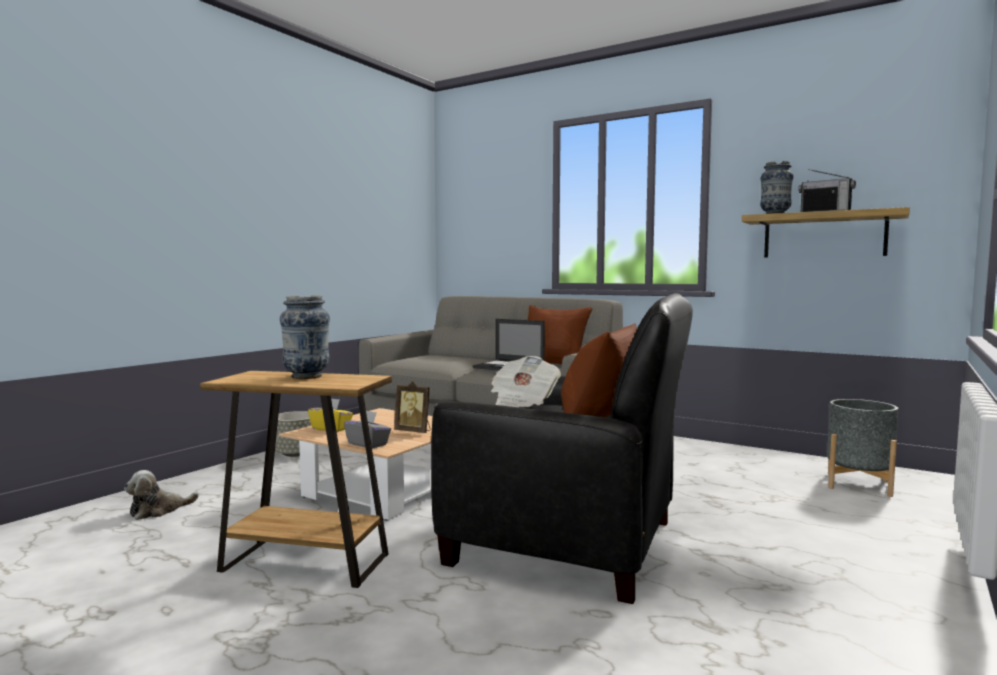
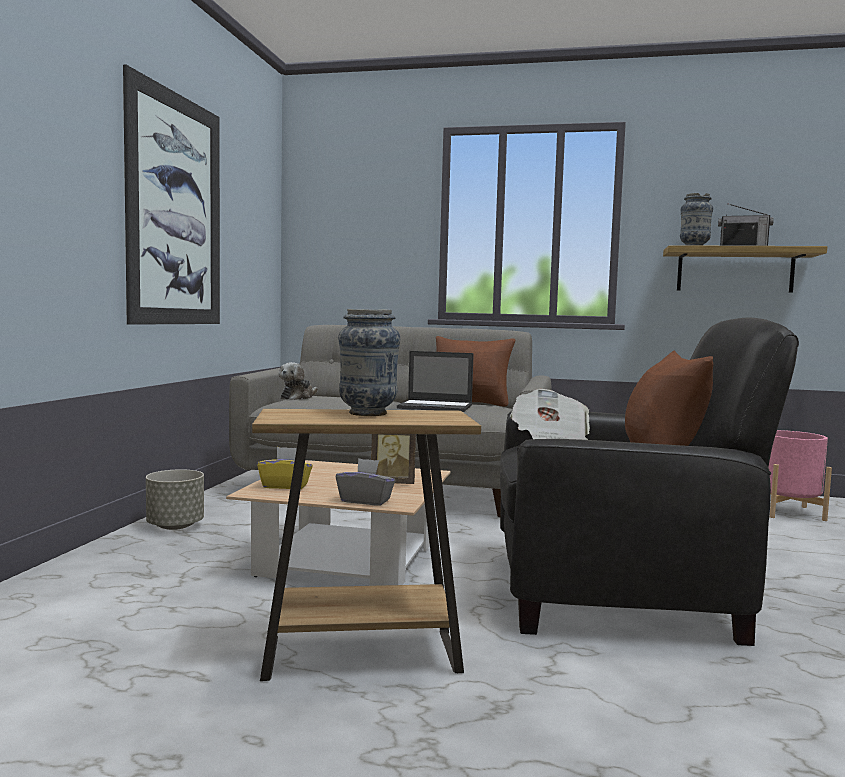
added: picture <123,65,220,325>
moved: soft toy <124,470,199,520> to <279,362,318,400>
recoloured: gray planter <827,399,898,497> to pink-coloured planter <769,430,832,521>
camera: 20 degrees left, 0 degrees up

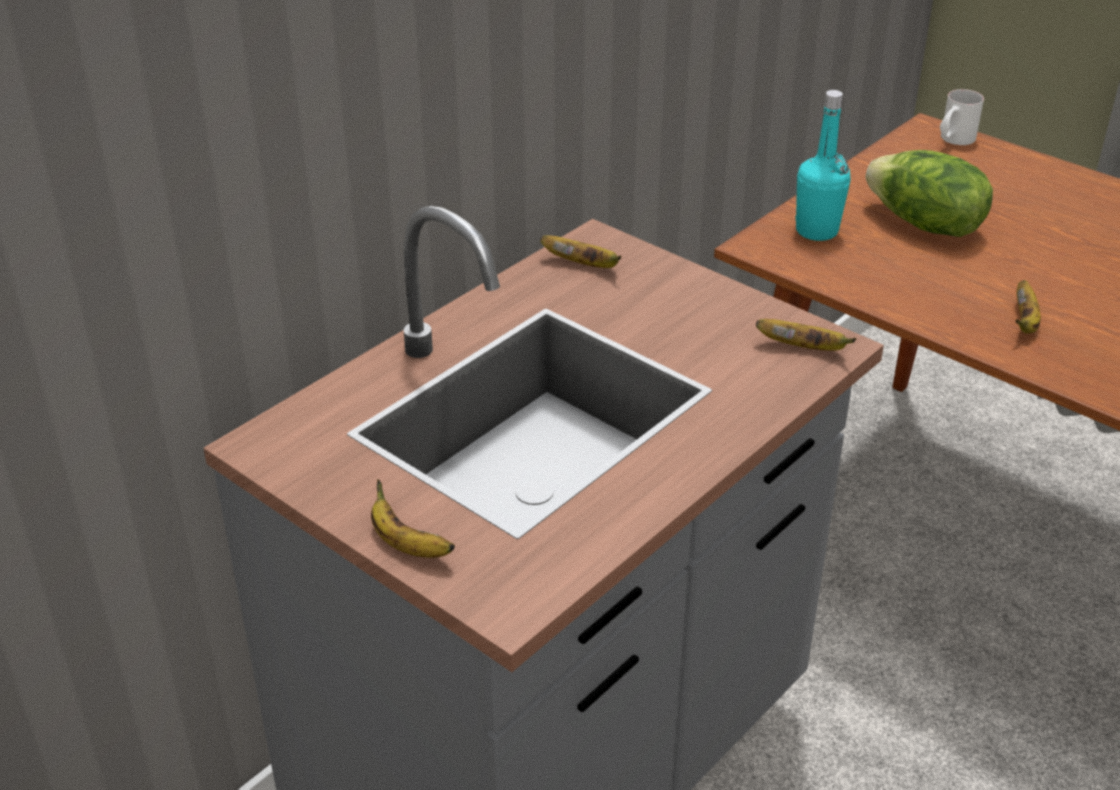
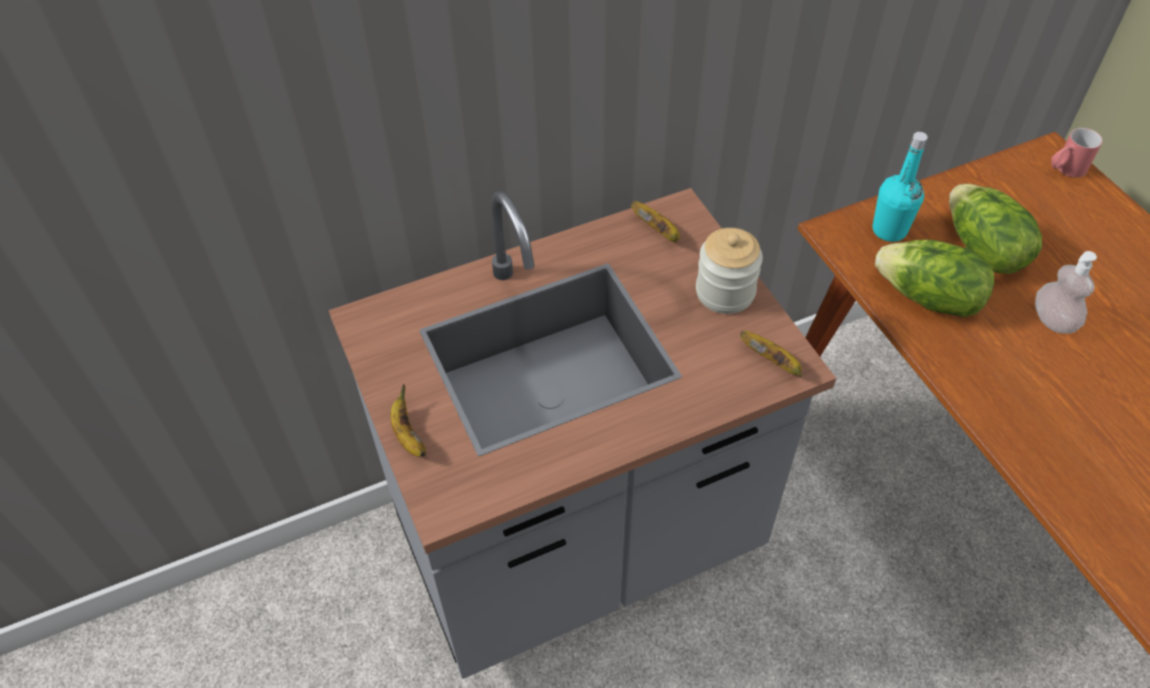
removed: banana <1016,280,1041,334>
added: preserve jar <696,228,763,314>; lettuce head <875,240,994,317>; soap bottle <1035,251,1097,334>
recoloured: whitish coffee mug <940,89,984,145> to reddish coffee mug <1051,128,1103,177>
camera: 25 degrees right, 15 degrees up

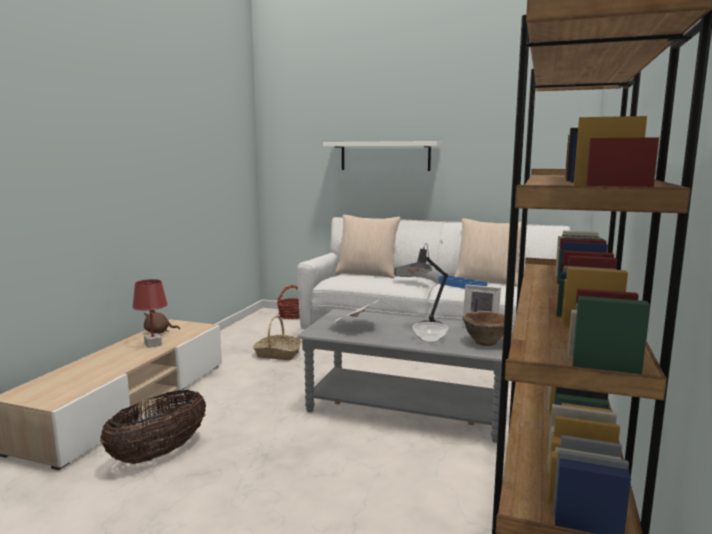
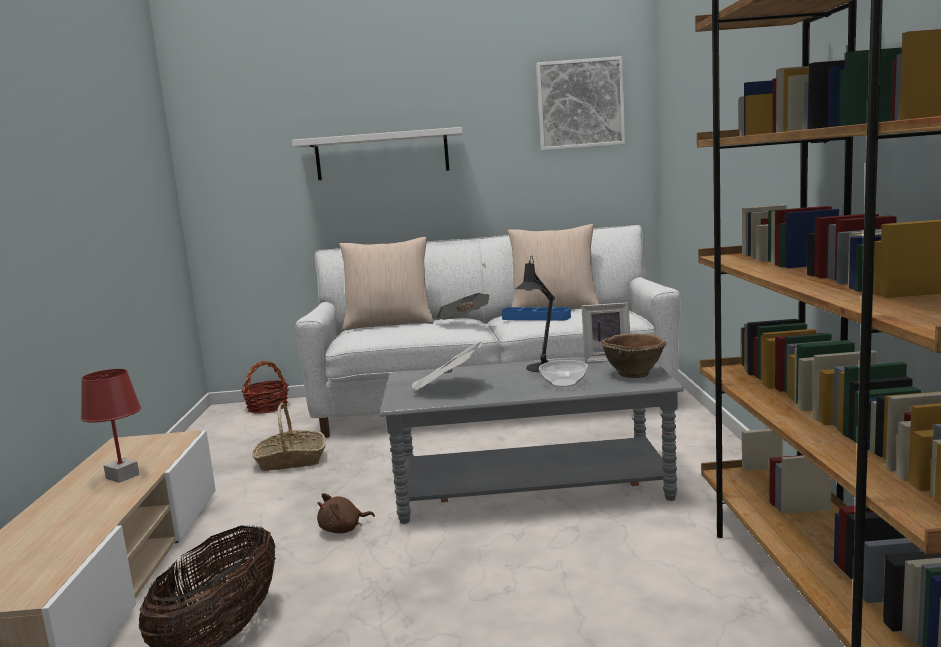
added: picture <536,56,625,151>
moved: brown soft toy <144,310,180,334> to <317,493,375,533>
camera: 20 degrees left, 0 degrees up

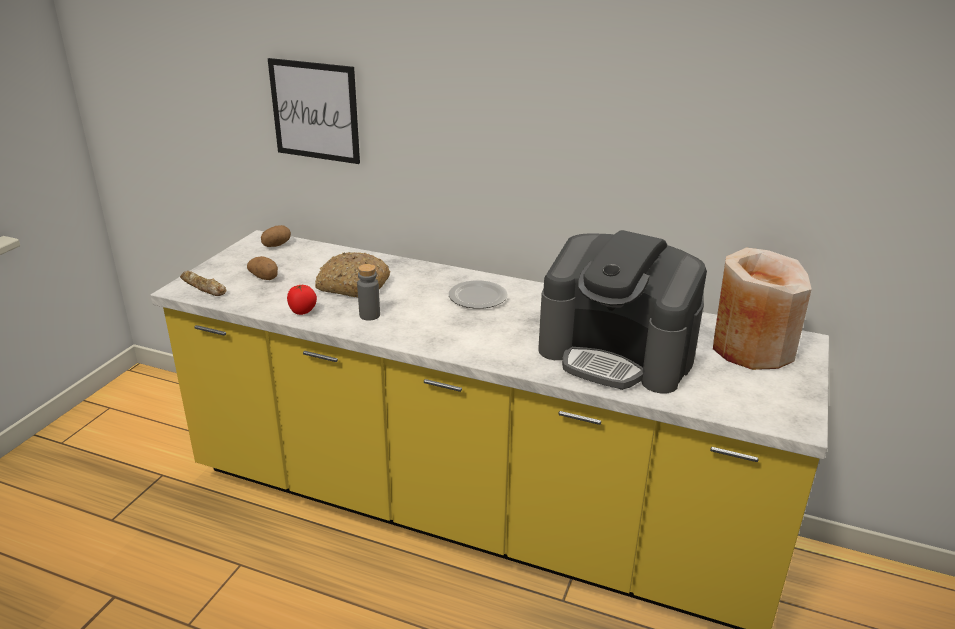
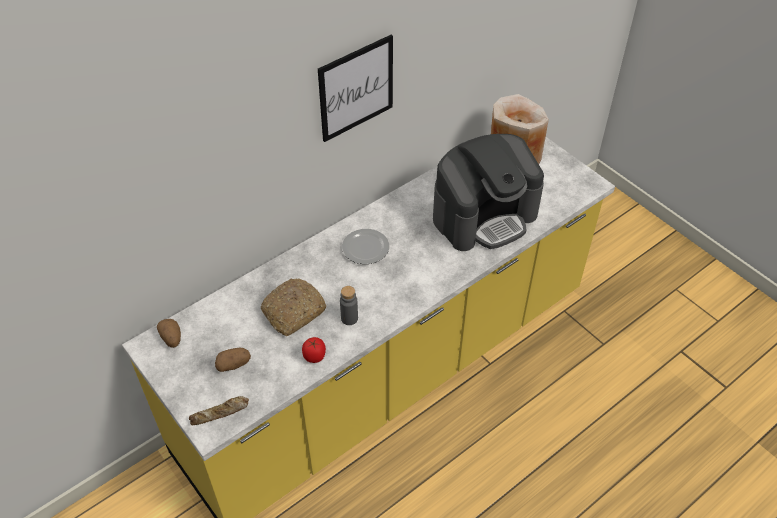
moved: picture <268,58,360,164> to <318,35,393,142>
camera: 60 degrees left, 20 degrees up

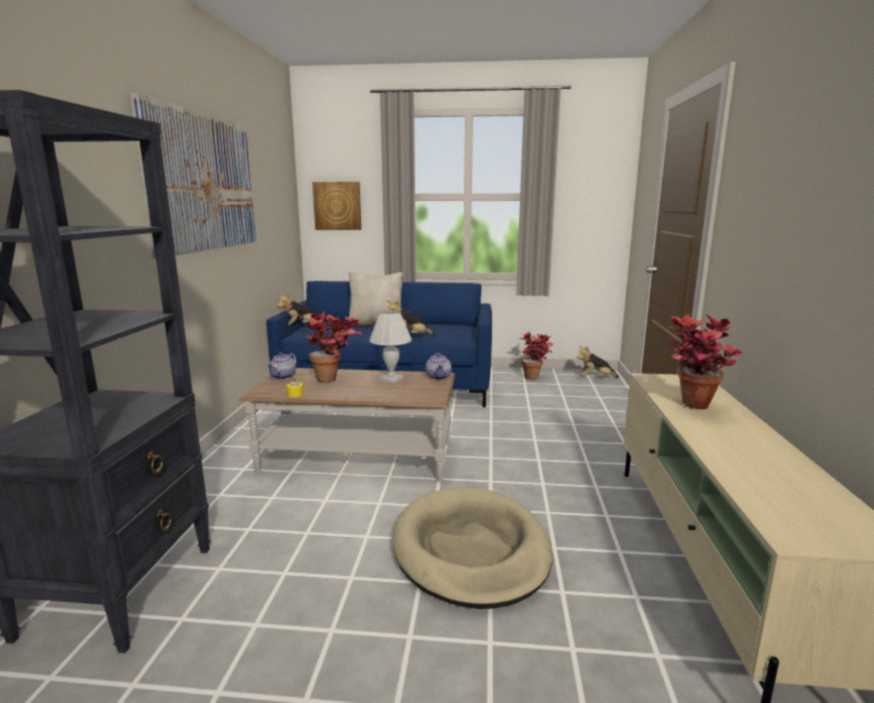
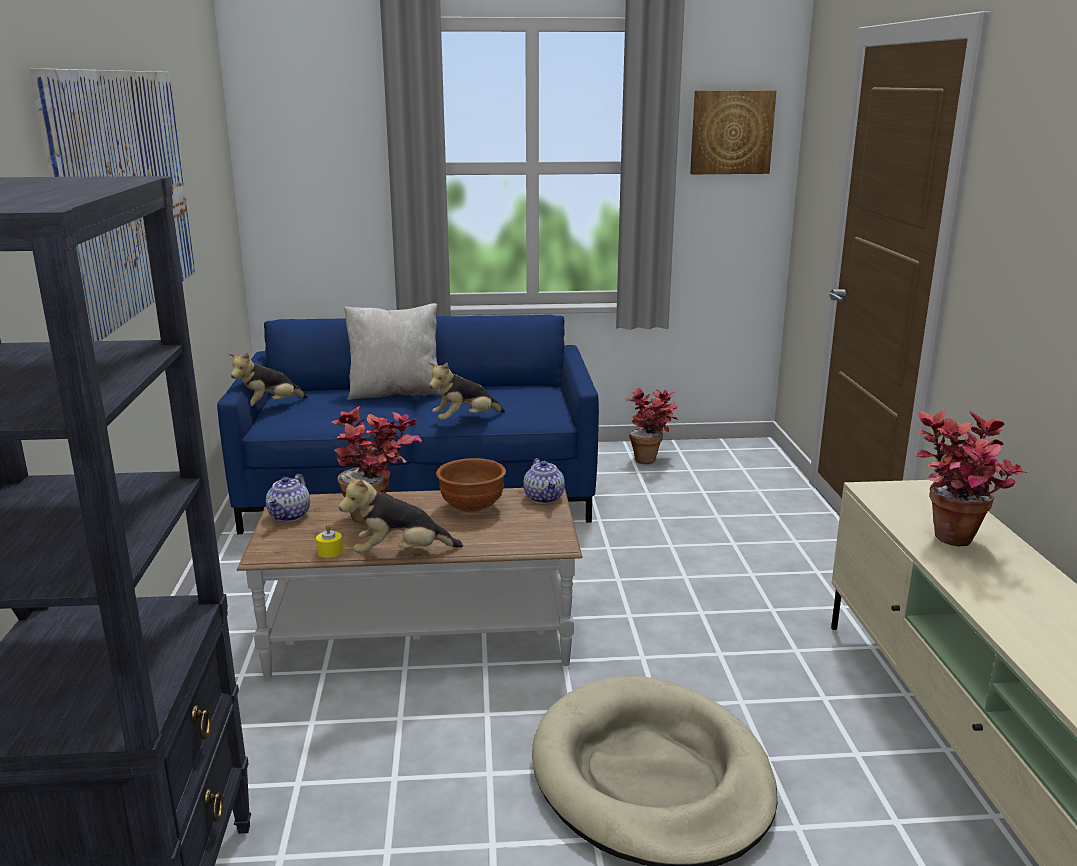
moved: picture <312,182,361,230> to <690,90,776,174>; soft toy <577,346,619,378> to <339,474,463,553>
replaced: whitish tabletop lamp <369,310,412,383> to brown deep dish <436,458,506,513>
camera: 10 degrees left, 5 degrees up

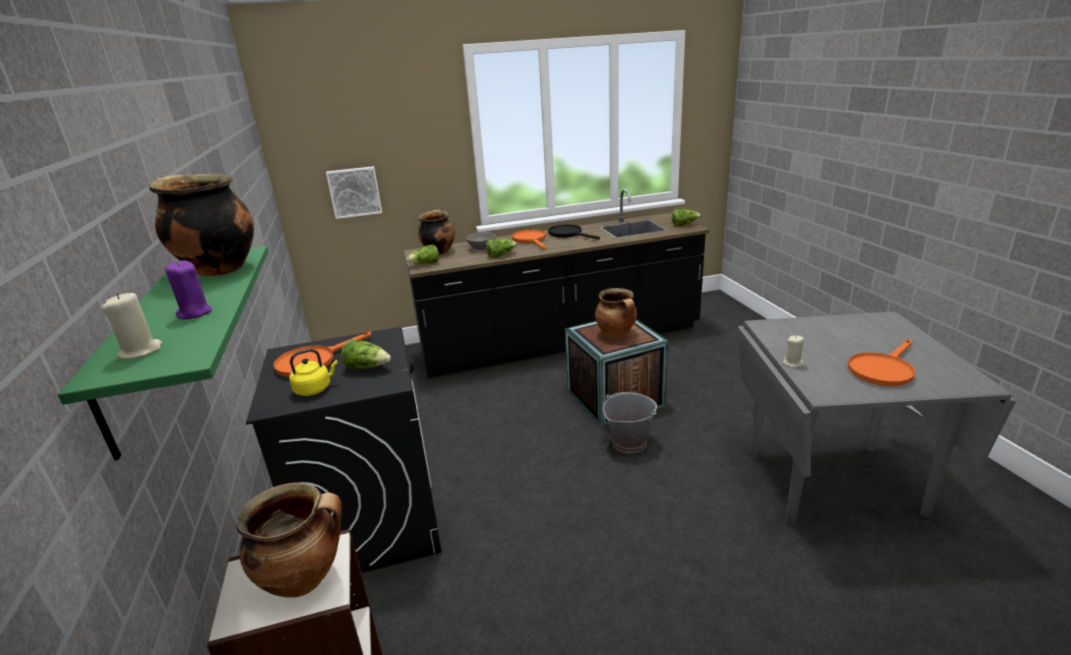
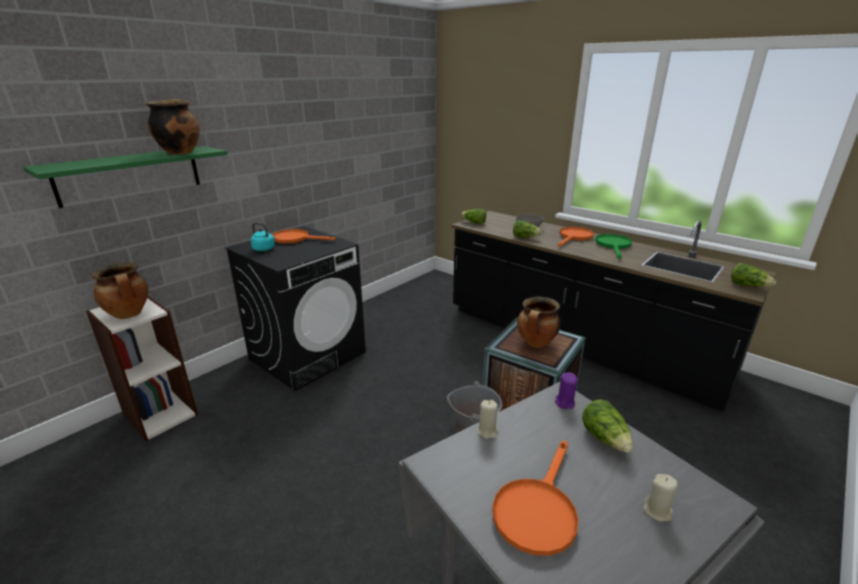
removed: picture <326,166,382,219>; saucepot <418,210,455,255>
moved: beige wax light <102,293,162,359> to <643,474,678,522>; purplish wax light <165,260,212,319> to <555,372,577,409>; lettuce head <341,340,391,369> to <582,399,633,453>
recoloured: yellow-coloured tea kettle <289,349,338,396> to turquoise tea kettle <250,222,275,251>; blackish pan <548,224,600,240> to greenish pan <595,234,632,259>
turned: orangey pan <848,339,916,386> = <492,441,579,556> 75 degrees counterclockwise
camera: 55 degrees right, 0 degrees up

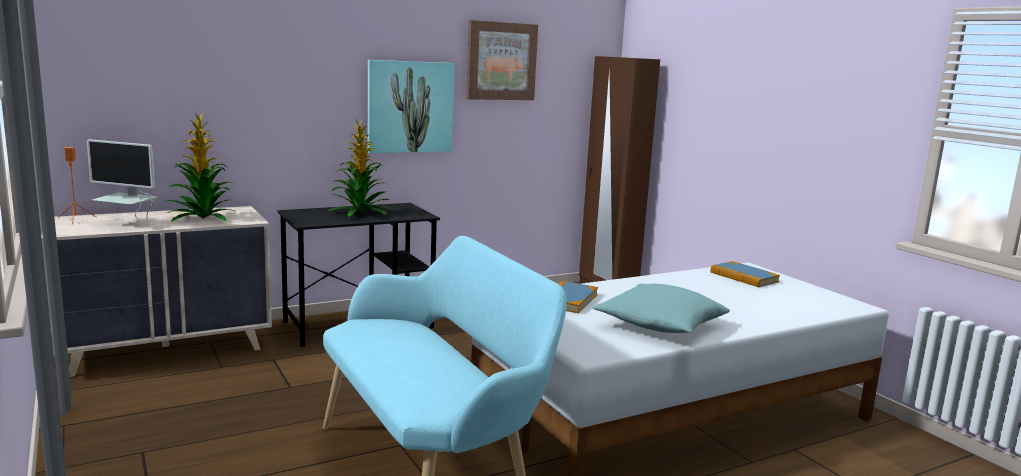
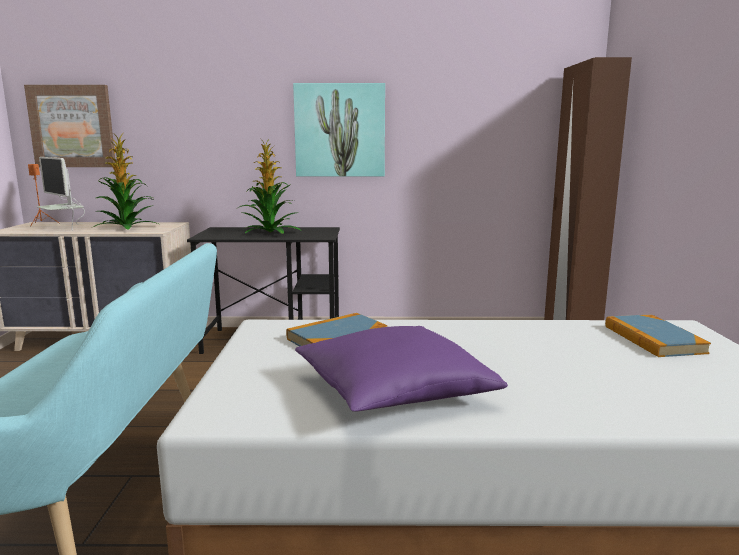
moved: picture <466,20,538,100> to <24,85,115,167>
recoloured: turquoise throw pillow <593,283,730,333> to purplish throw pillow <295,326,508,411>
camera: 30 degrees right, 0 degrees up

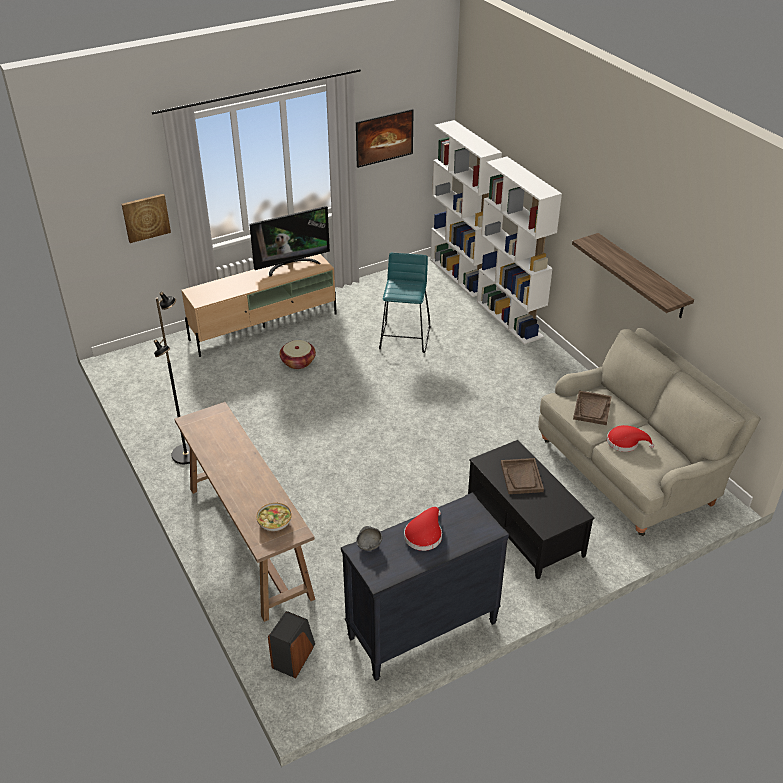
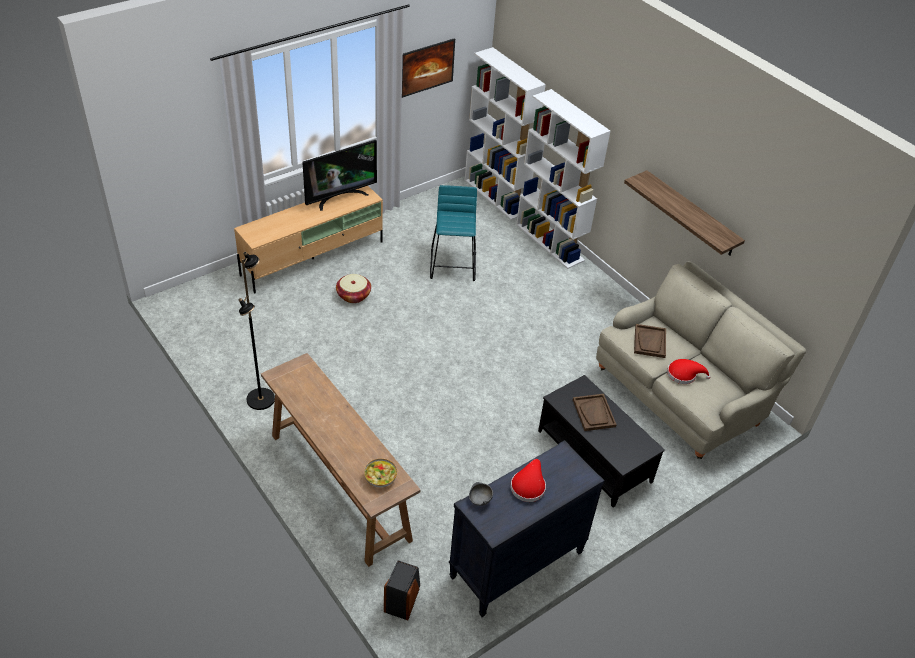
removed: picture <122,194,171,243>
camera: 10 degrees left, 5 degrees up

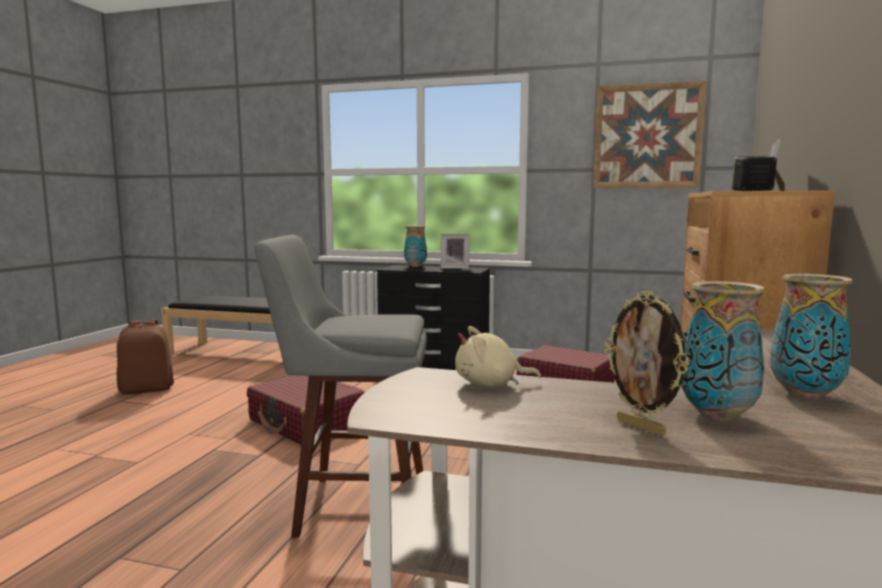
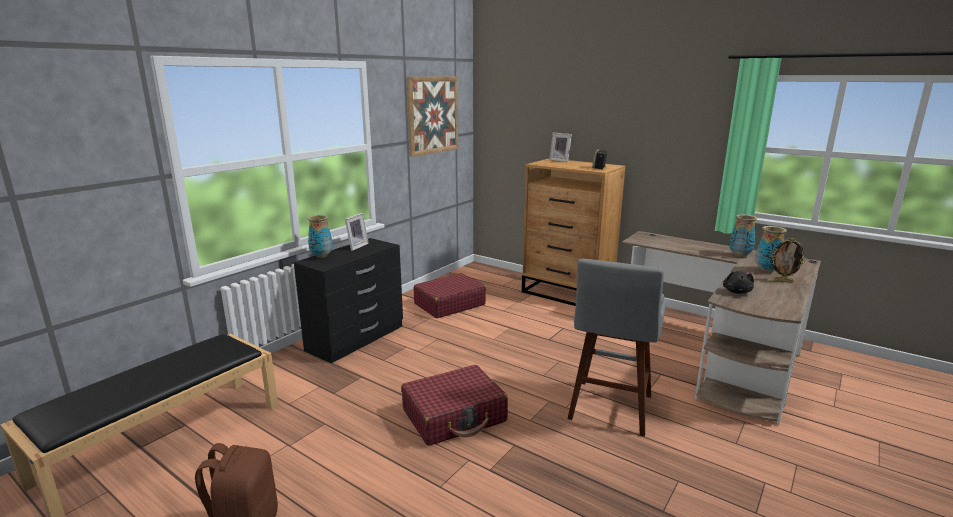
recoloured: beige soft toy <455,326,541,387> to blackish soft toy <723,271,754,294>
turned: picture frame <604,291,689,435> = <771,238,806,283> 45 degrees clockwise
camera: 70 degrees left, 10 degrees up

